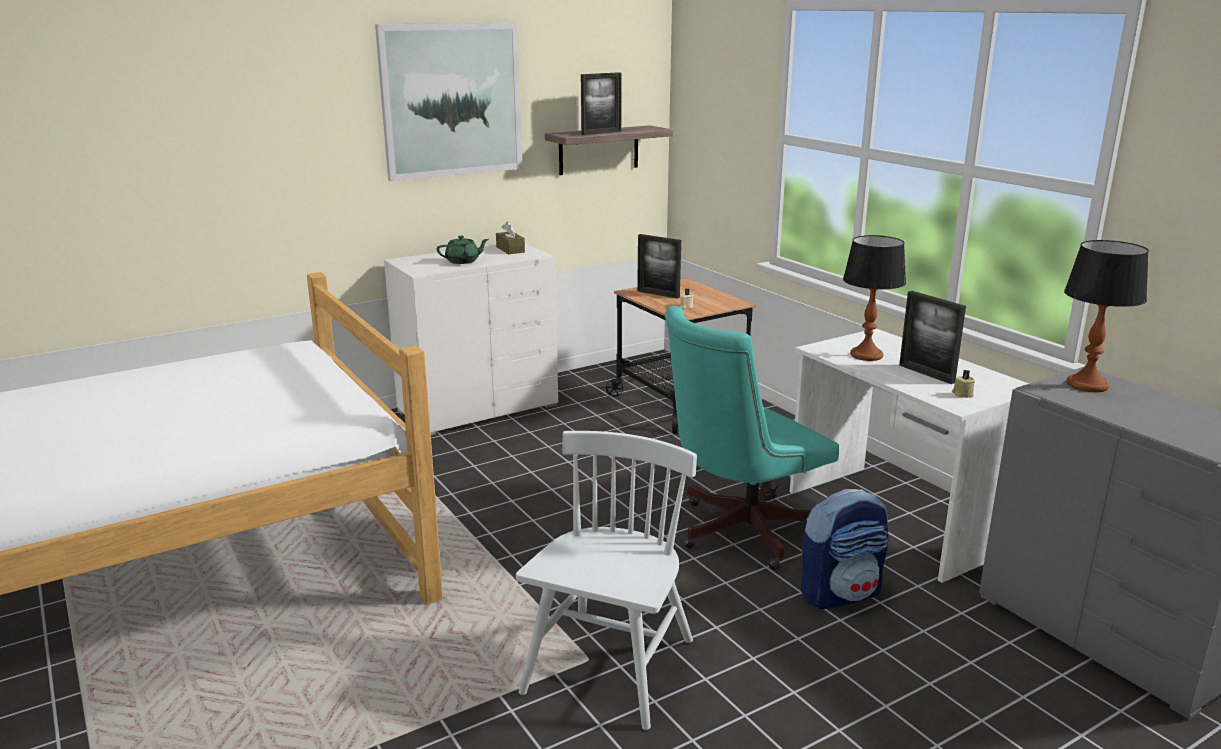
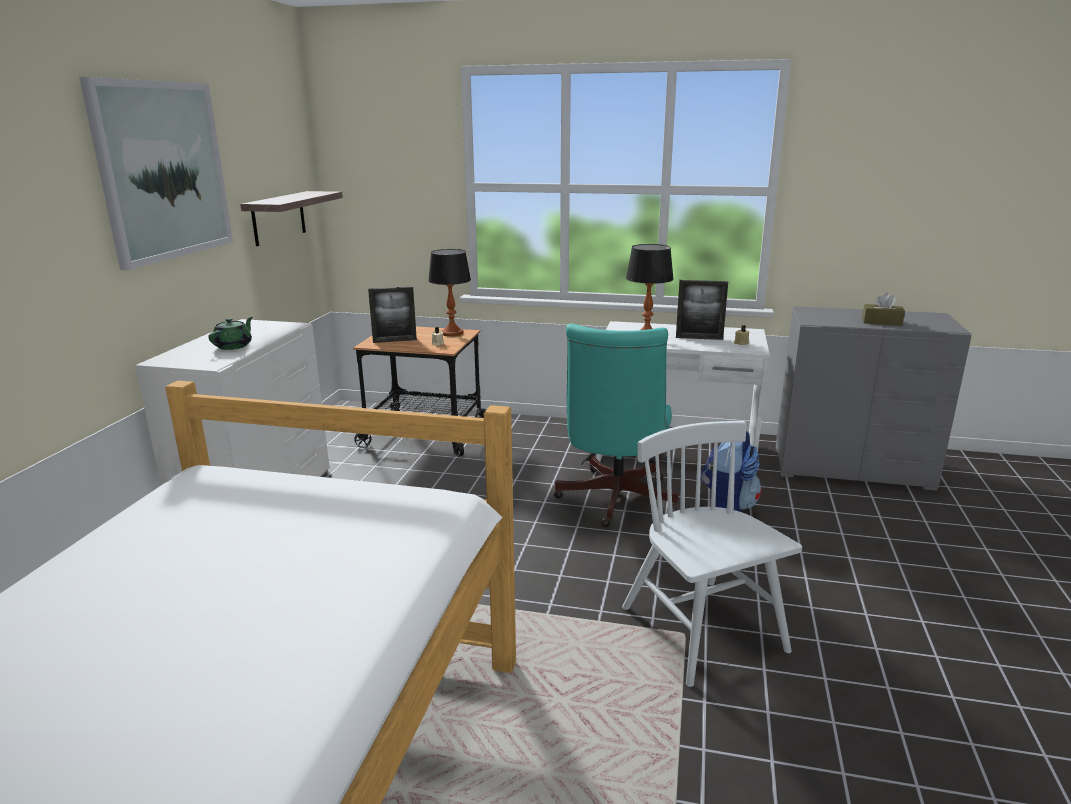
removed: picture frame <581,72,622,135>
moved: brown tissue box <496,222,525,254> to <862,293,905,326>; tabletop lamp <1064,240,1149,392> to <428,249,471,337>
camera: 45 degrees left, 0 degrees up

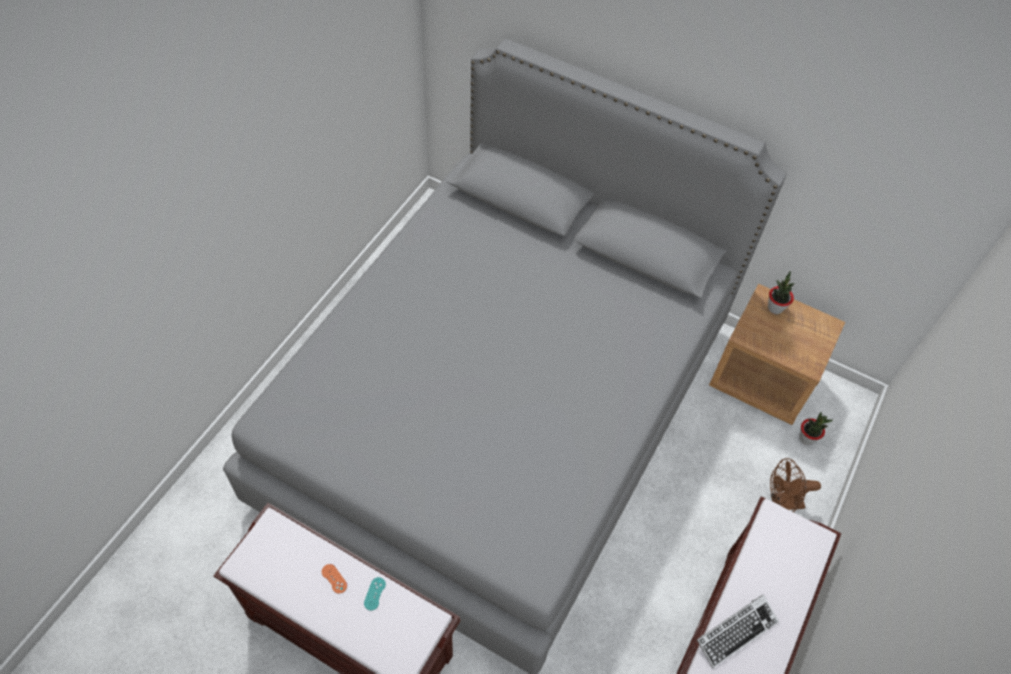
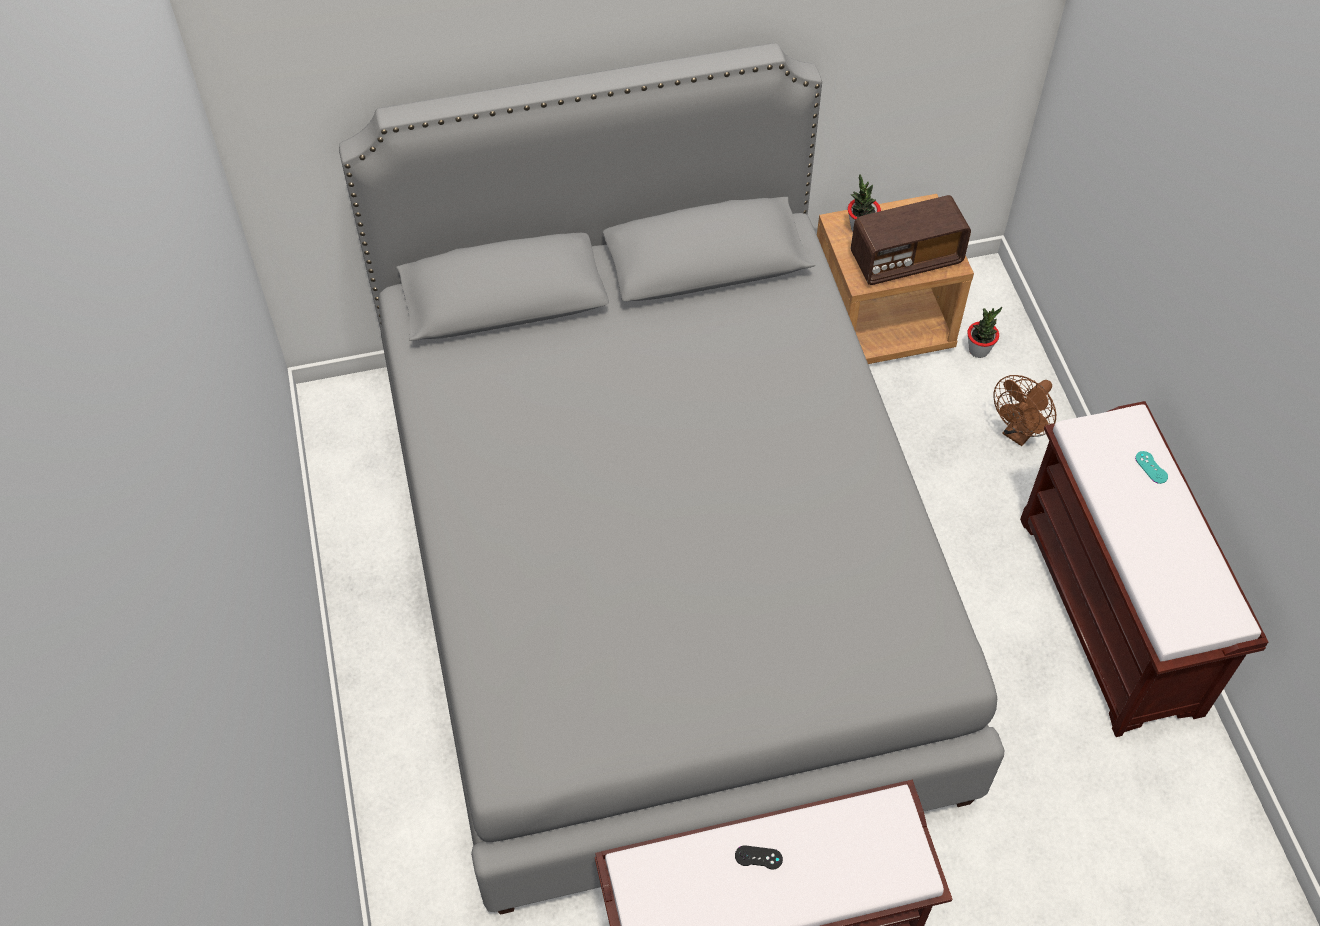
removed: computer keyboard <697,595,779,668>
added: radio <851,195,971,285>
moved: turquoise gamepad <364,577,386,610> to <1135,451,1168,484>
recoloured: orangey gamepad <322,564,347,593> to blackish gamepad <735,845,783,870>
camera: 40 degrees left, 0 degrees up

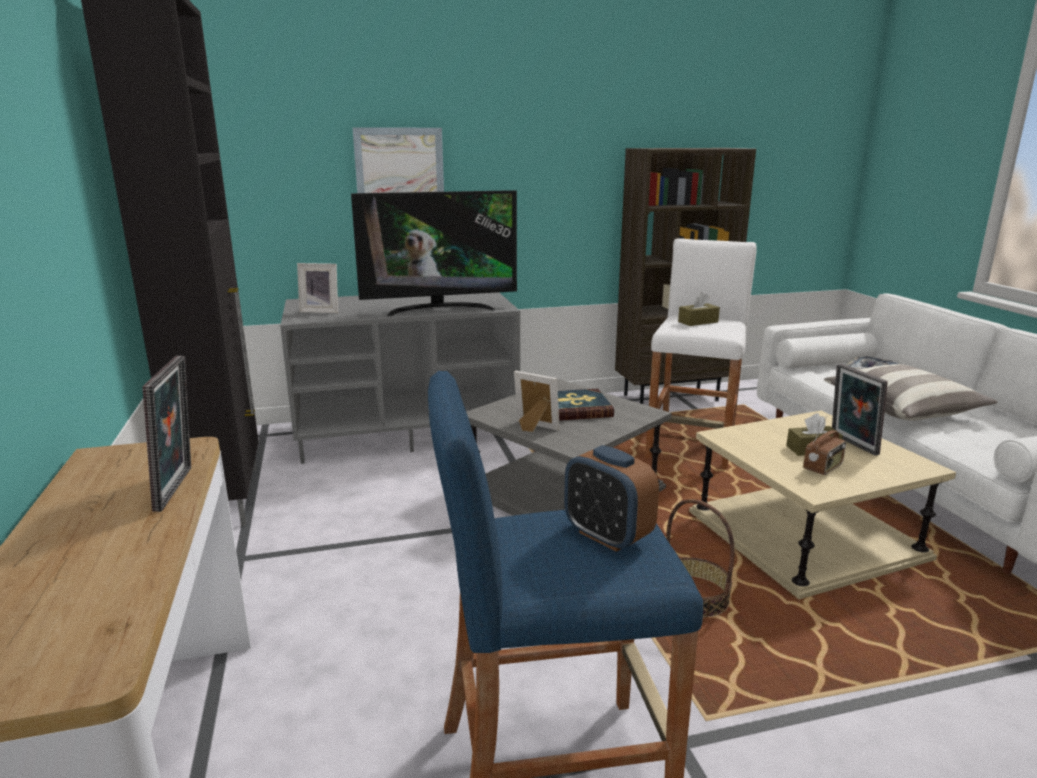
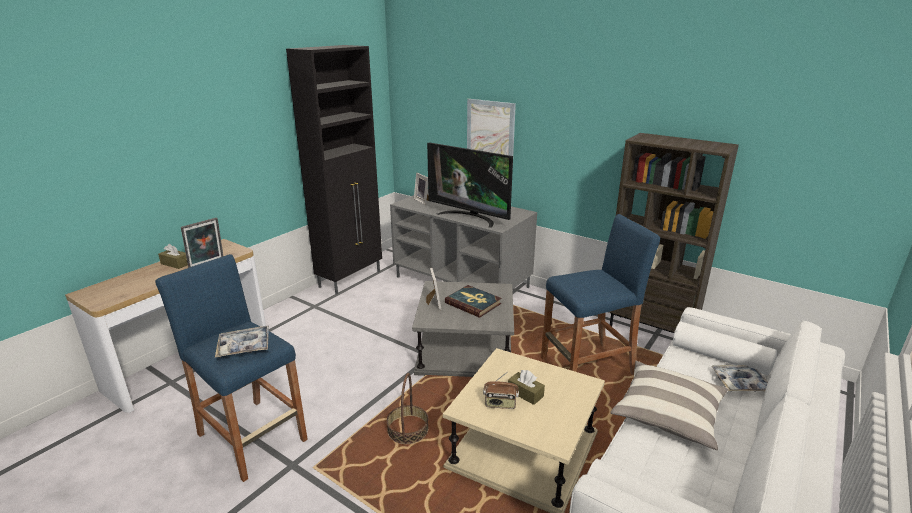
removed: picture frame <832,364,888,456>
moved: brown tissue box <678,292,720,326> to <158,244,188,269>
replaced: bedside clock <564,445,659,552> to tray <215,326,269,357>
recoloured: whitish stool seat <645,238,757,469> to blue stool seat <541,214,660,375>
camera: 50 degrees right, 5 degrees up

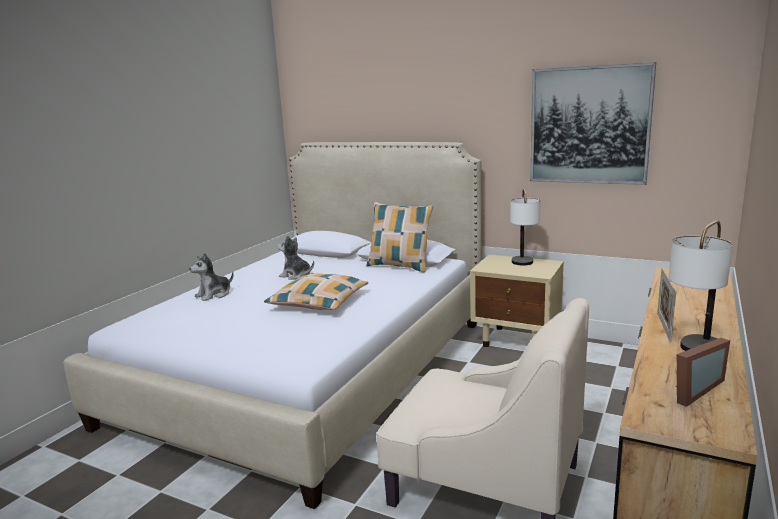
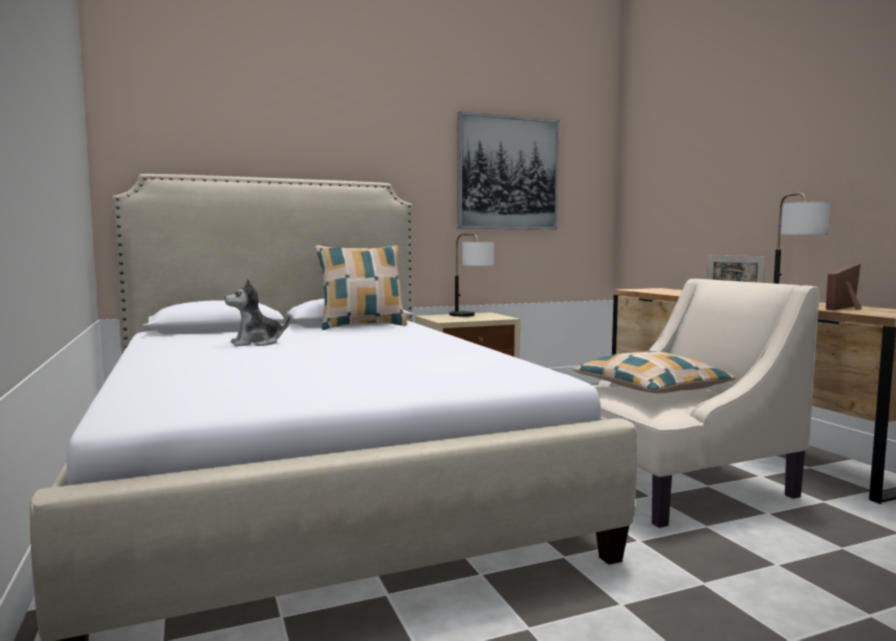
removed: soft toy <189,253,233,301>
moved: throw pillow <264,273,368,310> to <573,351,736,393>
turned: picture frame <676,338,730,407> = <826,264,862,310> 135 degrees counterclockwise
camera: 50 degrees left, 10 degrees down

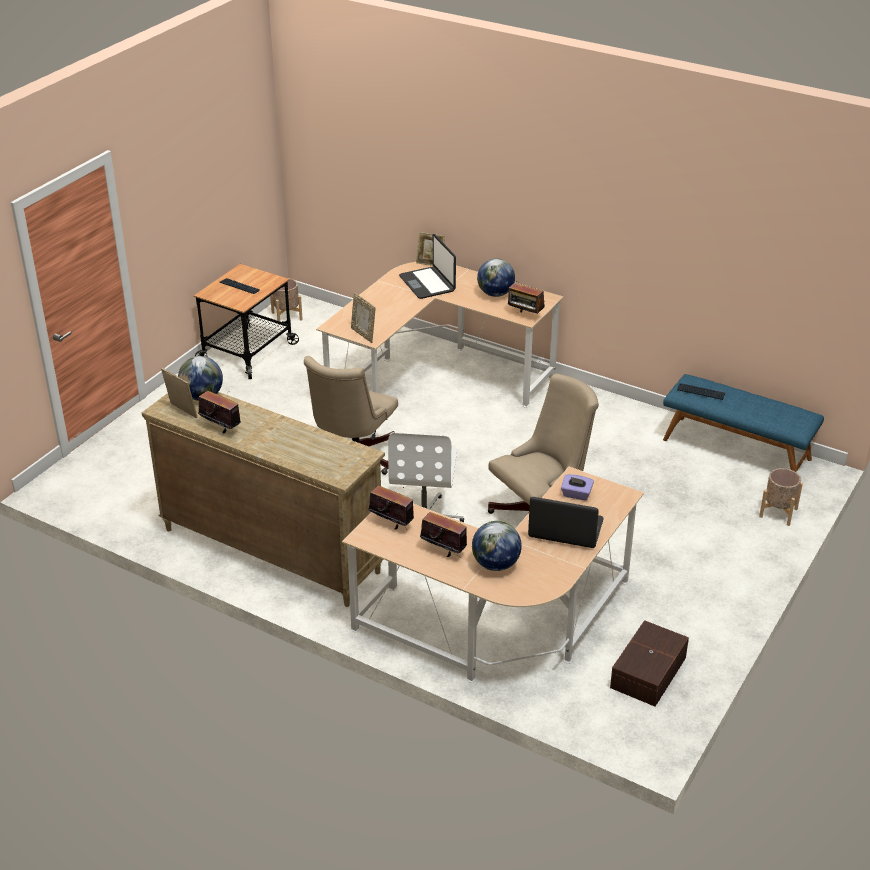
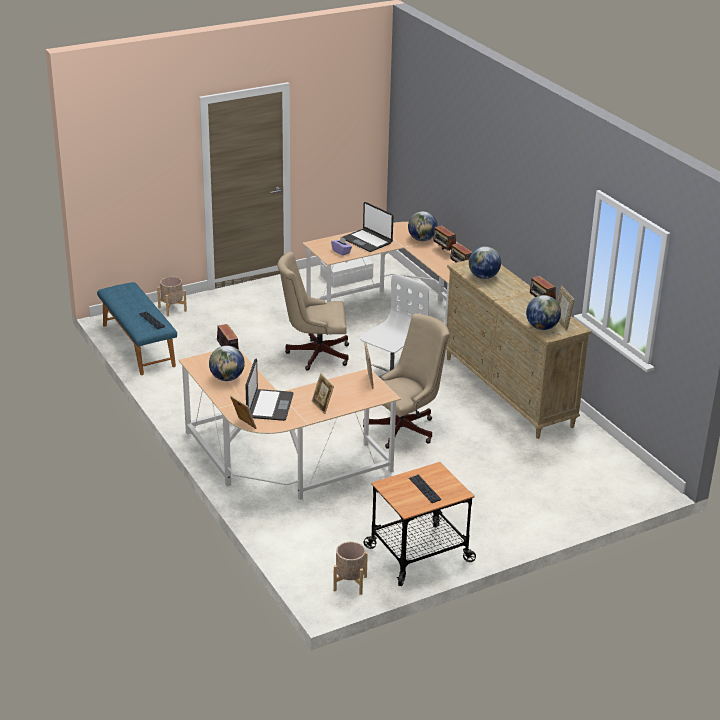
added: picture frame <312,373,334,414>; desk globe <469,246,501,279>
recoloured: brown storage bin <610,620,689,706> to whitish storage bin <320,257,374,288>
camera: 150 degrees left, 5 degrees down

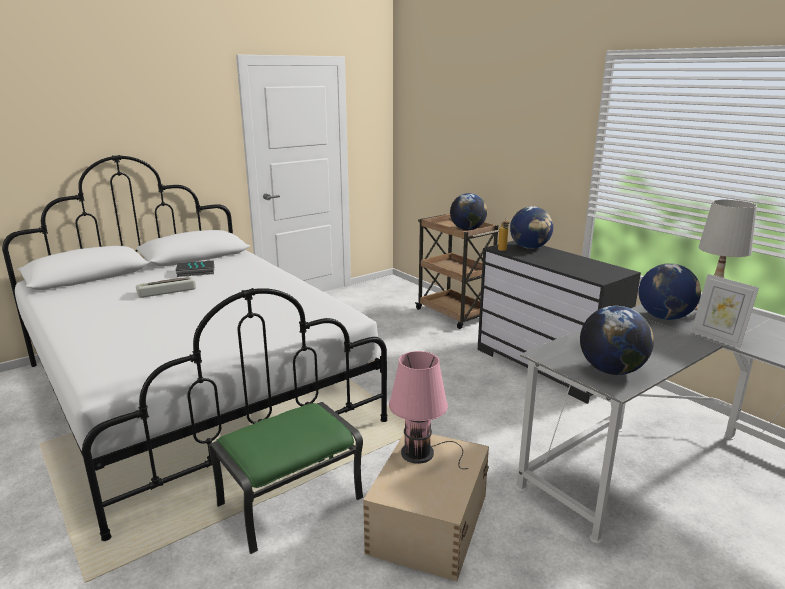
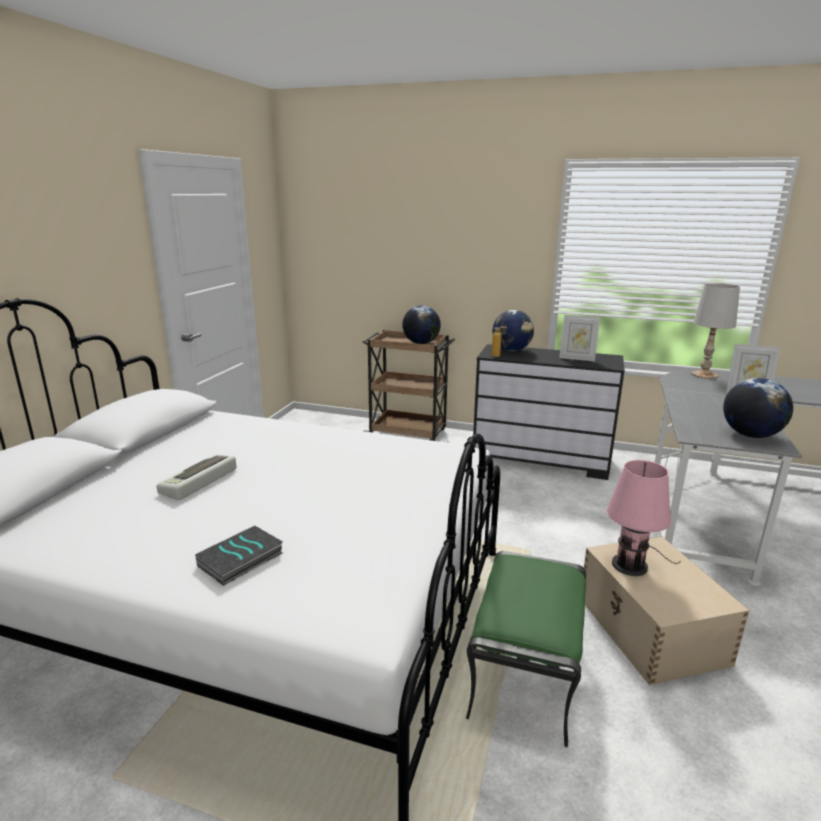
removed: desk globe <639,263,701,320>
added: picture frame <559,315,600,361>
moved: volume <175,260,214,277> to <195,526,283,586>
camera: 35 degrees left, 0 degrees up

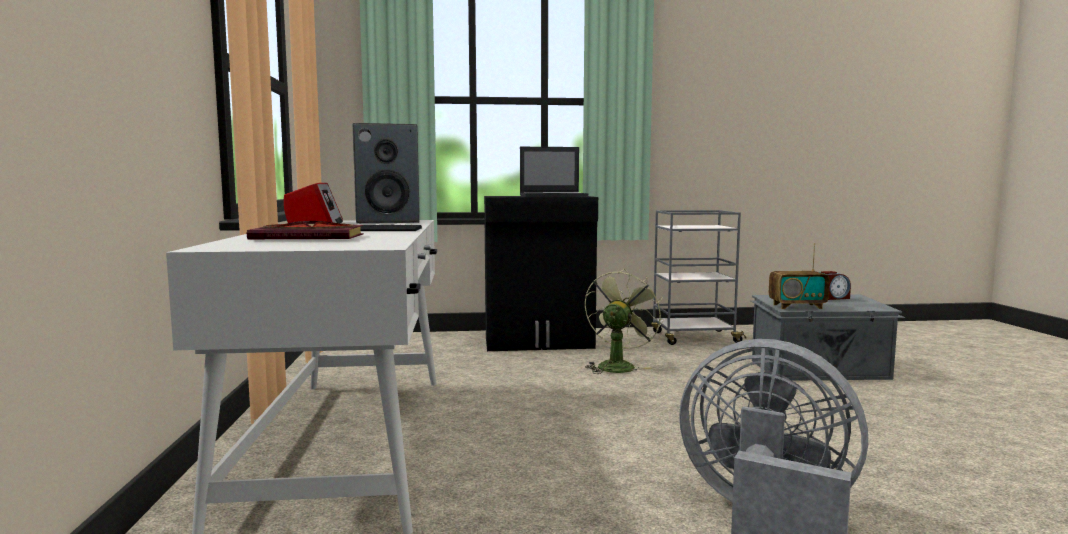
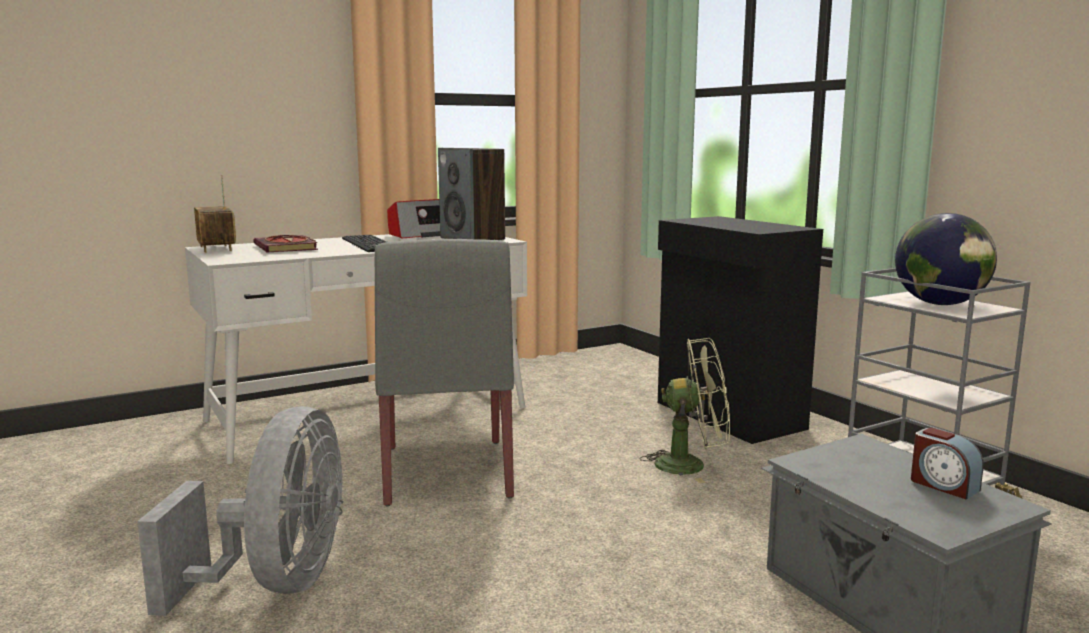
removed: portable computer <520,147,588,197>
added: gray upright chair <375,239,514,506>; desk globe <895,213,997,305>
moved: radio <769,243,830,309> to <194,175,236,253>
camera: 65 degrees right, 5 degrees up

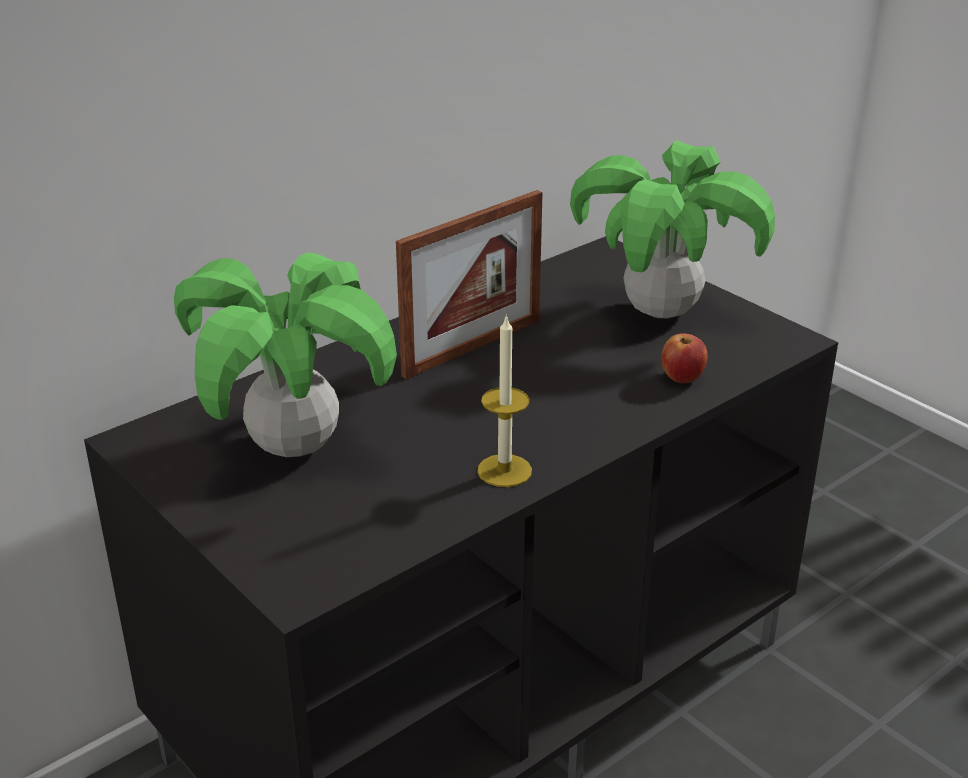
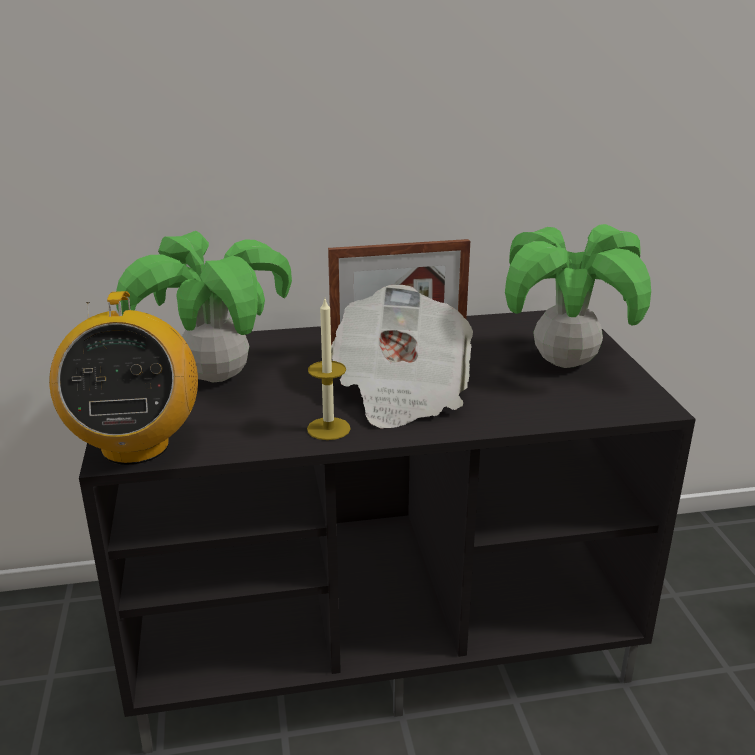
removed: apple fruit <662,333,708,383>
added: radio <49,291,198,465>; printed paper <331,285,473,429>
camera: 30 degrees right, 5 degrees down

